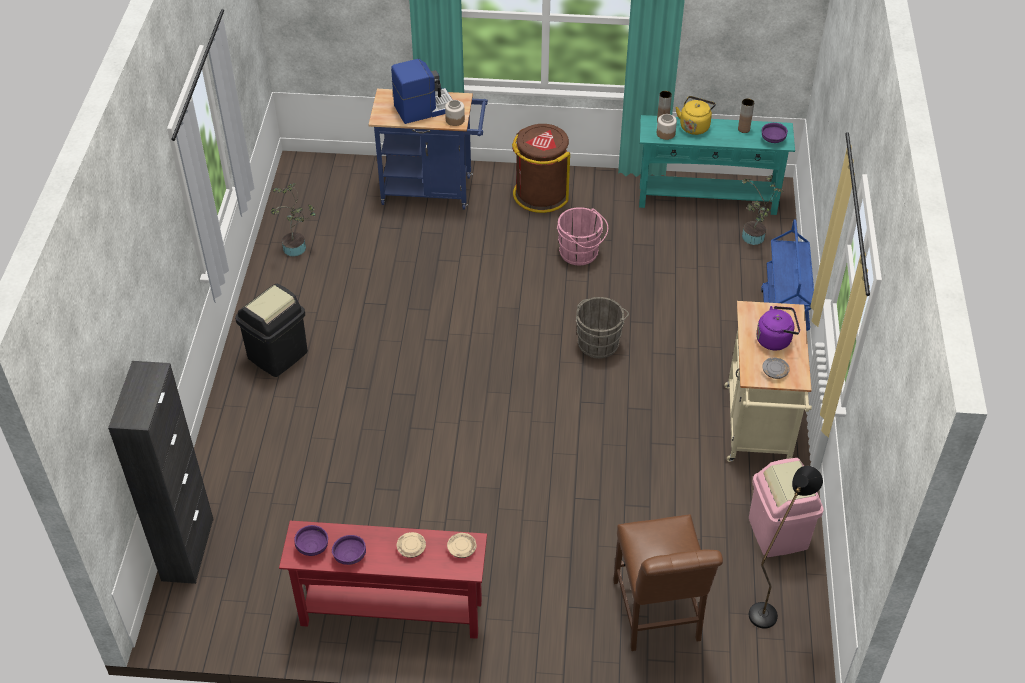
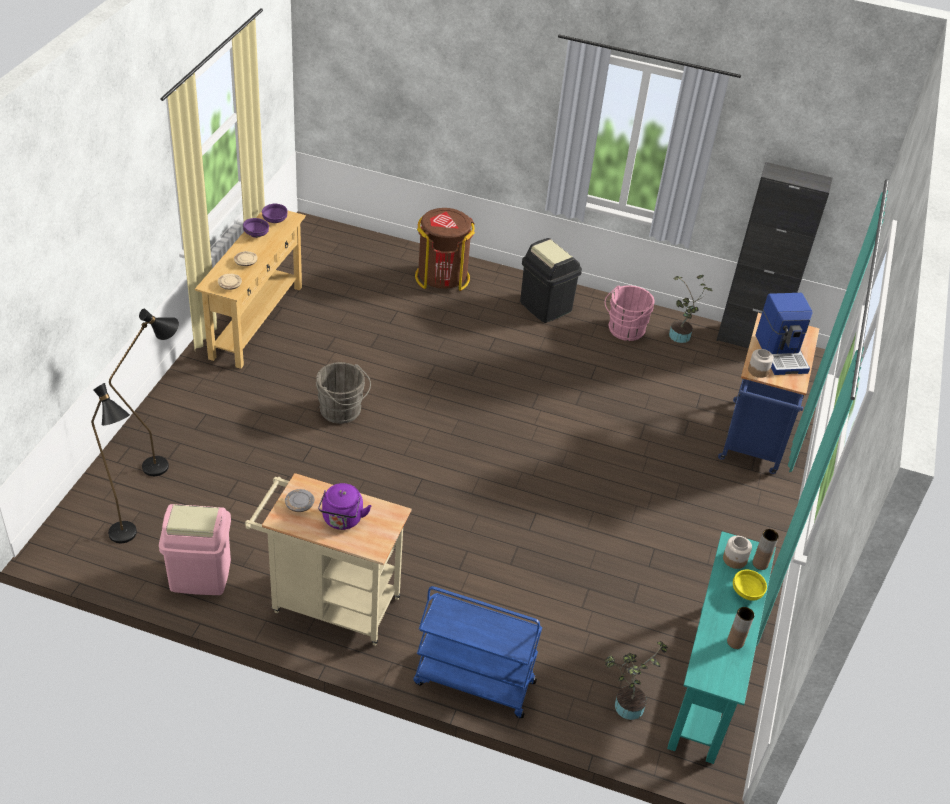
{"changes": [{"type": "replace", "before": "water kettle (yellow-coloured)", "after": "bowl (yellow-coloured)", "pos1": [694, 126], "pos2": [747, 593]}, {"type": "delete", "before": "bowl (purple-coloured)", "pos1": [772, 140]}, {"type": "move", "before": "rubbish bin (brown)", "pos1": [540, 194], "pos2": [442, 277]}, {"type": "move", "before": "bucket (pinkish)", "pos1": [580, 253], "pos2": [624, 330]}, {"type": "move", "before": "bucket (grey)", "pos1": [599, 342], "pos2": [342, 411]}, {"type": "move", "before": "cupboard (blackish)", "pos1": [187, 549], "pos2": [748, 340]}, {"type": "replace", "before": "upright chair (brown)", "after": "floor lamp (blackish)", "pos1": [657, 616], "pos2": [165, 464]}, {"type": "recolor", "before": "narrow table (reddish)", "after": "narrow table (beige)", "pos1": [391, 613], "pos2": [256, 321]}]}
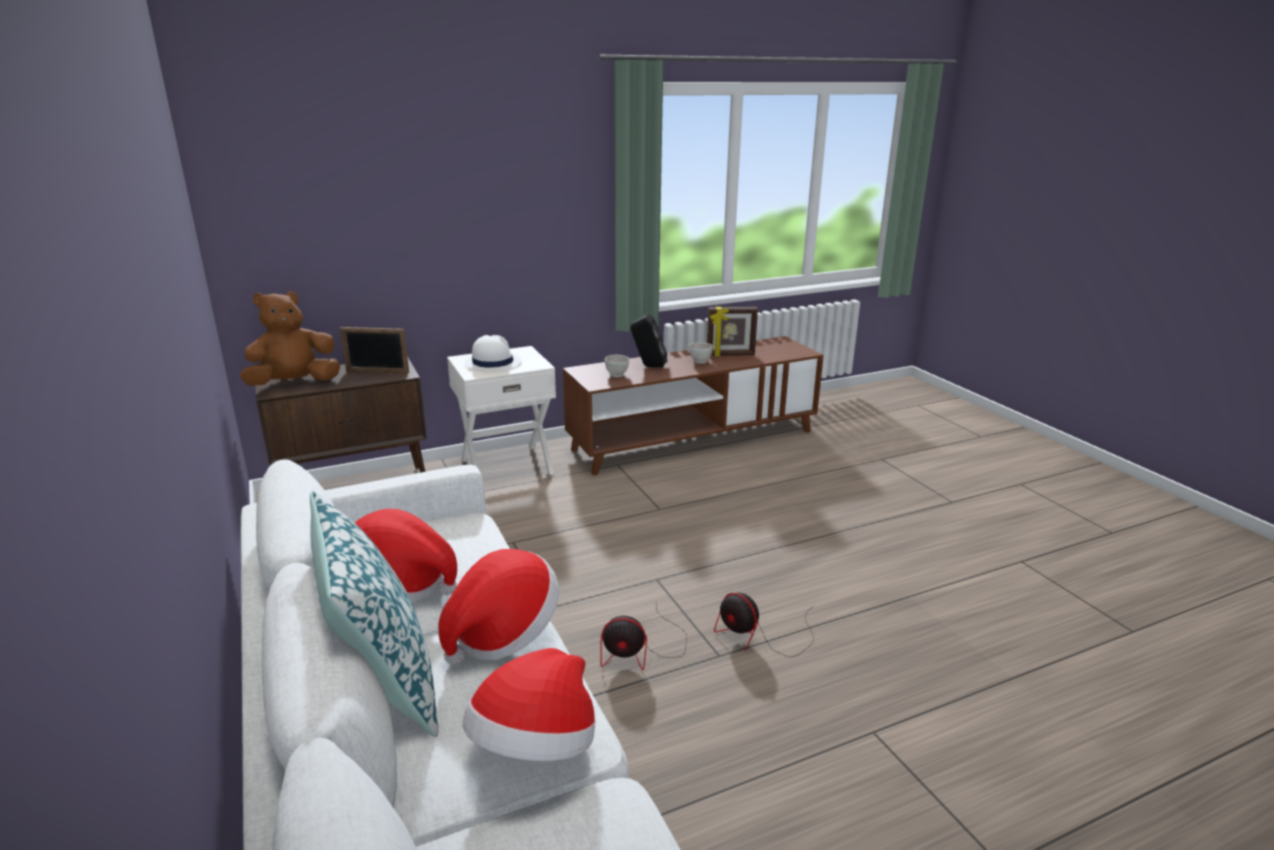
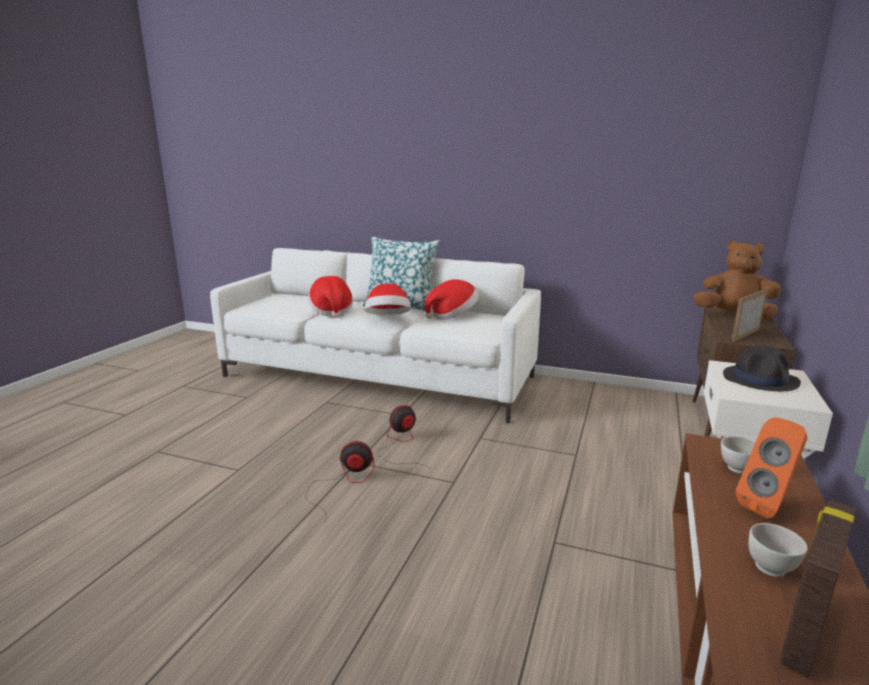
{"changes": [{"type": "rotate", "before": "cuddly toy (brown)", "pos1": [294, 384], "pos2": [733, 315], "turn": -75}, {"type": "recolor", "before": "audio speaker (blackish)", "after": "audio speaker (orange)", "pos1": [648, 366], "pos2": [767, 507]}, {"type": "recolor", "before": "clothing hat (white-coloured)", "after": "clothing hat (blackish)", "pos1": [492, 363], "pos2": [760, 379]}]}
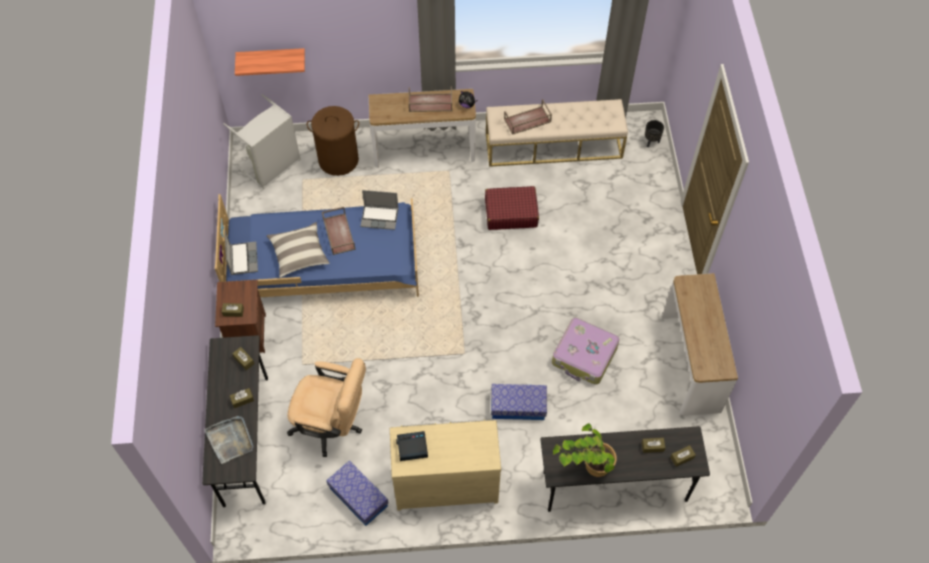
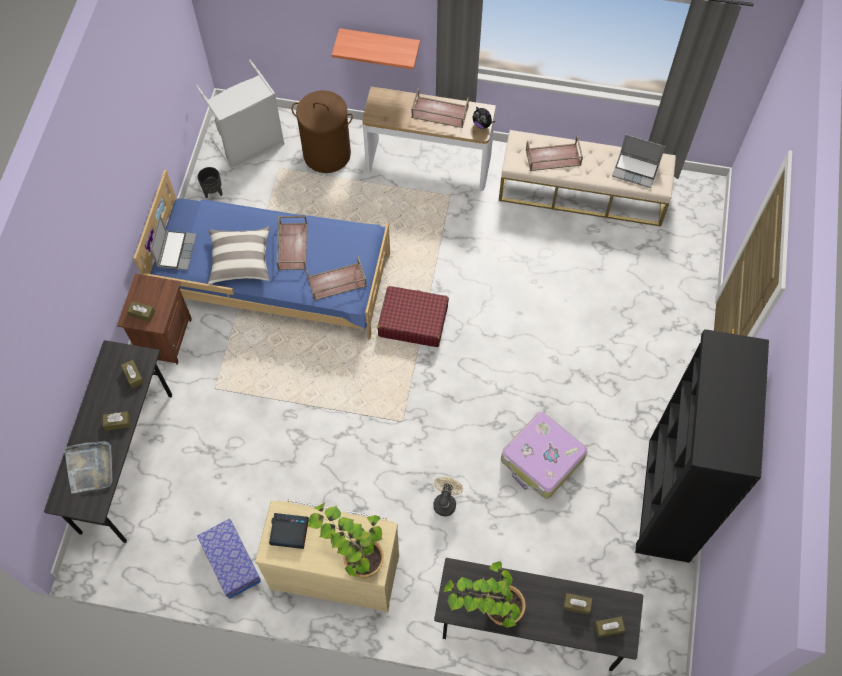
{"changes": [{"type": "move", "before": "wall shelf", "pos1": [271, 58], "pos2": [380, 43]}, {"type": "move", "before": "flower pot (blackish)", "pos1": [651, 142], "pos2": [213, 192]}, {"type": "move", "before": "travel case (reddish)", "pos1": [510, 213], "pos2": [413, 321]}, {"type": "move", "before": "portable computer", "pos1": [380, 217], "pos2": [636, 170]}, {"type": "replace", "before": "narrow table", "after": "bookshelf (blackish)", "pos1": [690, 363], "pos2": [667, 500]}, {"type": "delete", "before": "computer chair (beige)", "pos1": [332, 425]}, {"type": "replace", "before": "storage bin", "after": "electric fan (beige)", "pos1": [518, 406], "pos2": [445, 501]}, {"type": "insert", "after": "carrying tray (brown)", "pos2": [336, 282]}, {"type": "insert", "after": "potted plant", "pos2": [353, 552]}]}
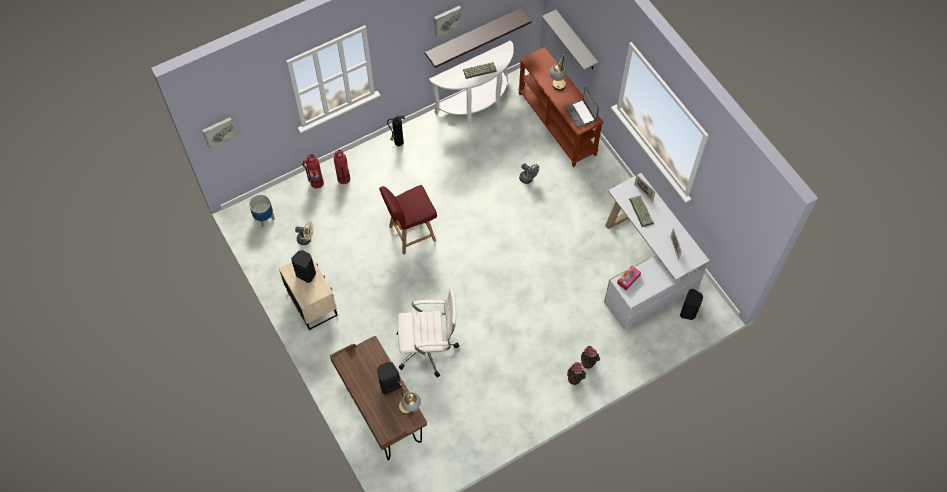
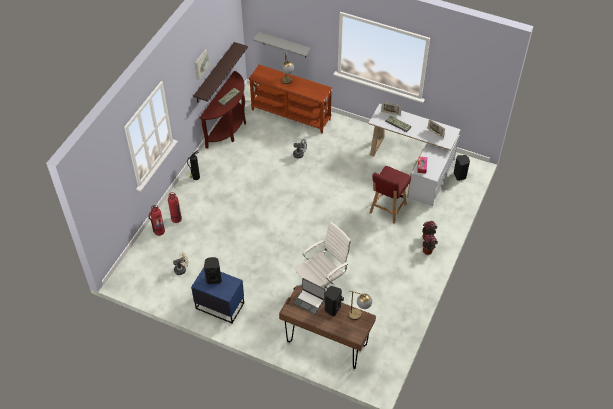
{"changes": [{"type": "recolor", "before": "narrow table (white-coloured)", "after": "narrow table (brown)", "pos1": [476, 104], "pos2": [229, 129]}, {"type": "move", "before": "portable computer", "pos1": [581, 114], "pos2": [309, 301]}, {"type": "delete", "before": "wall picture", "pos1": [219, 132]}, {"type": "move", "before": "upright chair (reddish)", "pos1": [411, 234], "pos2": [387, 209]}, {"type": "delete", "before": "flower pot", "pos1": [264, 218]}, {"type": "recolor", "before": "bedside table (beige)", "after": "bedside table (bluish)", "pos1": [312, 303], "pos2": [220, 305]}]}
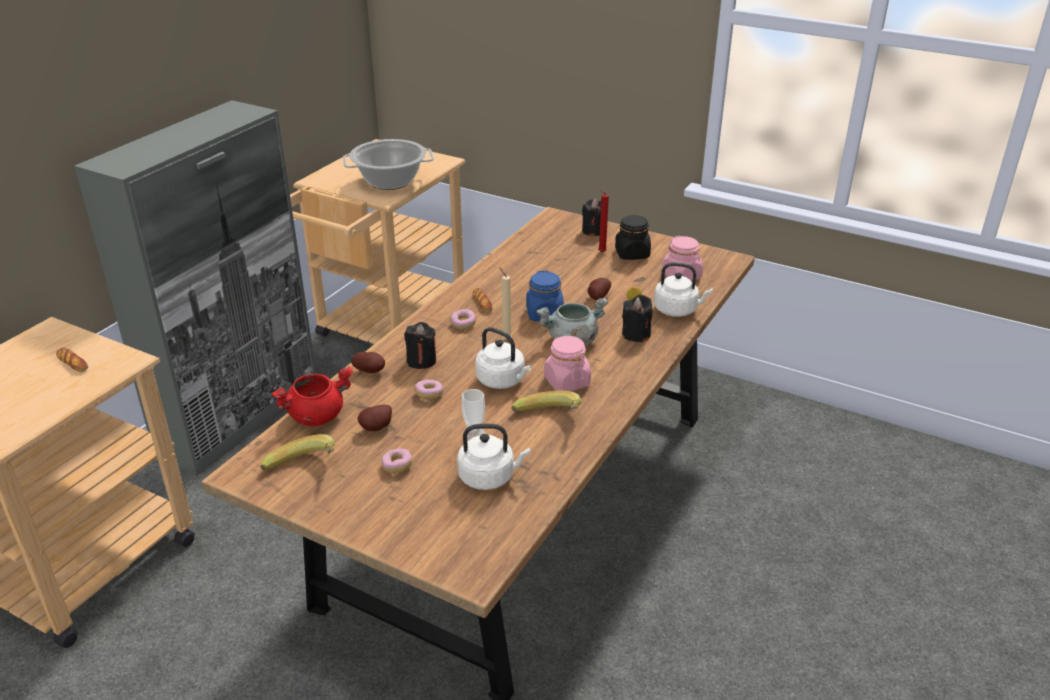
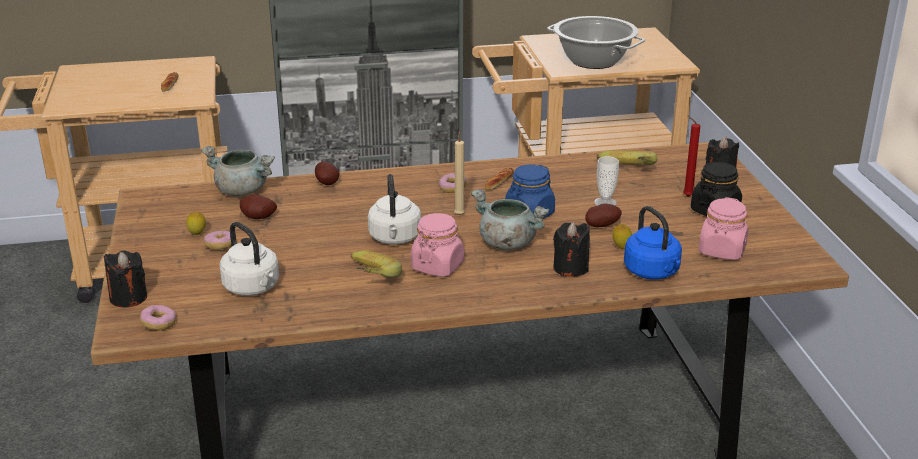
{"changes": [{"type": "recolor", "before": "water kettle (white-coloured)", "after": "water kettle (bluish)", "pos1": [678, 310], "pos2": [653, 272]}, {"type": "move", "before": "wax light (blackish)", "pos1": [421, 361], "pos2": [128, 298]}, {"type": "recolor", "before": "stockpot (reddish)", "after": "stockpot (grey)", "pos1": [316, 416], "pos2": [242, 191]}, {"type": "move", "before": "donut", "pos1": [429, 394], "pos2": [159, 324]}, {"type": "move", "before": "drinking cup", "pos1": [474, 434], "pos2": [605, 202]}, {"type": "move", "before": "whole banana", "pos1": [304, 469], "pos2": [625, 172]}, {"type": "insert", "after": "citrus fruit", "pos2": [197, 234]}]}
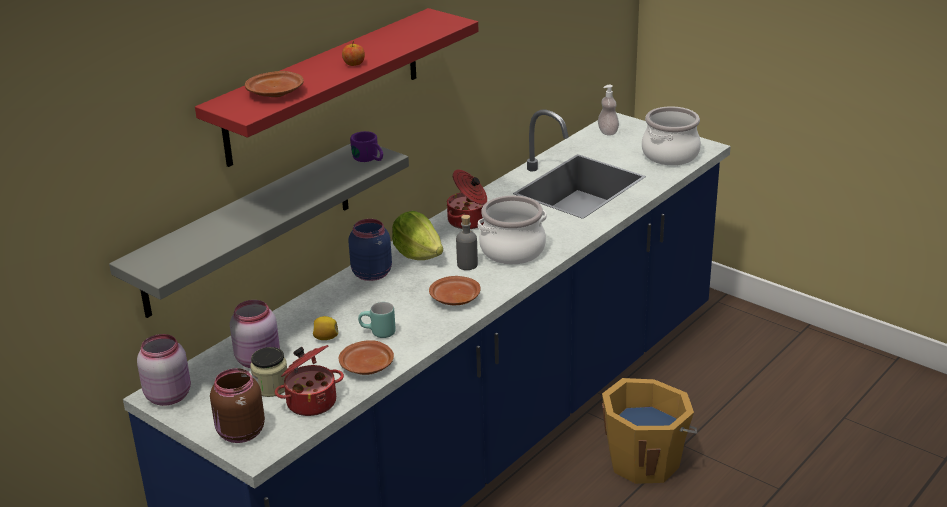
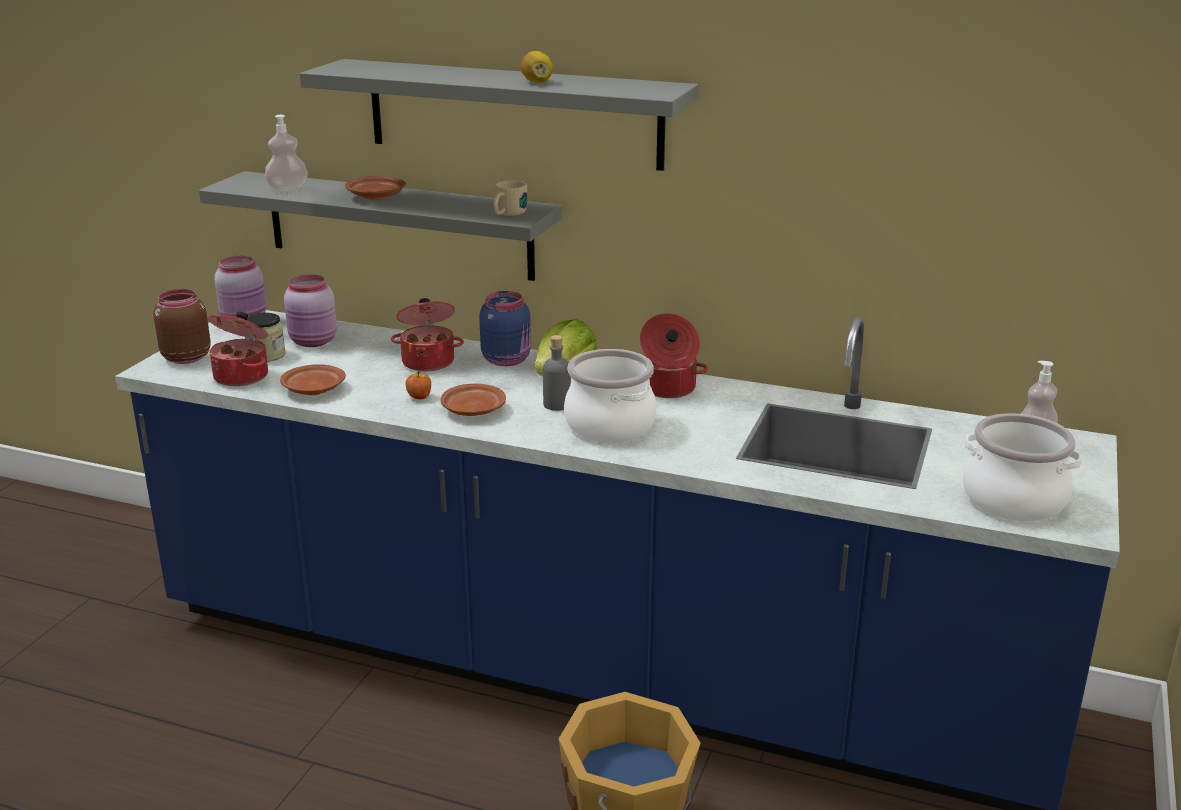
{"changes": [{"type": "recolor", "before": "wall shelf (reddish)", "after": "wall shelf (grey)", "pos1": [324, 86], "pos2": [513, 113]}, {"type": "move", "before": "apple fruit", "pos1": [354, 64], "pos2": [419, 397]}, {"type": "move", "before": "flat dish (brown)", "pos1": [276, 93], "pos2": [376, 197]}, {"type": "recolor", "before": "mug (purple-coloured)", "after": "mug (beige)", "pos1": [369, 159], "pos2": [507, 214]}, {"type": "delete", "before": "mug (turquoise)", "pos1": [378, 333]}, {"type": "move", "before": "citrus fruit", "pos1": [325, 338], "pos2": [537, 82]}, {"type": "insert", "after": "soap dispenser", "pos2": [287, 189]}, {"type": "insert", "after": "stockpot", "pos2": [428, 361]}]}
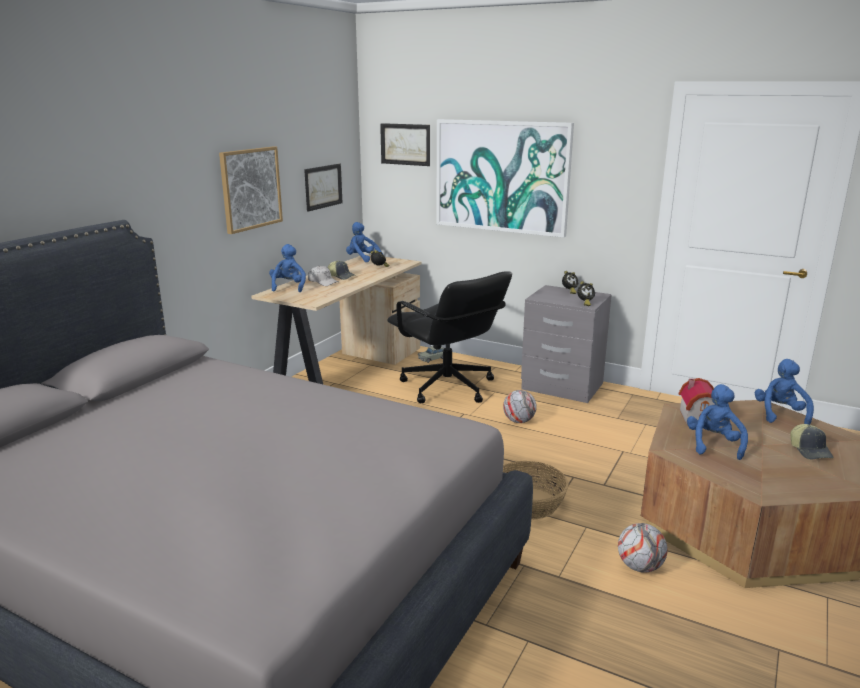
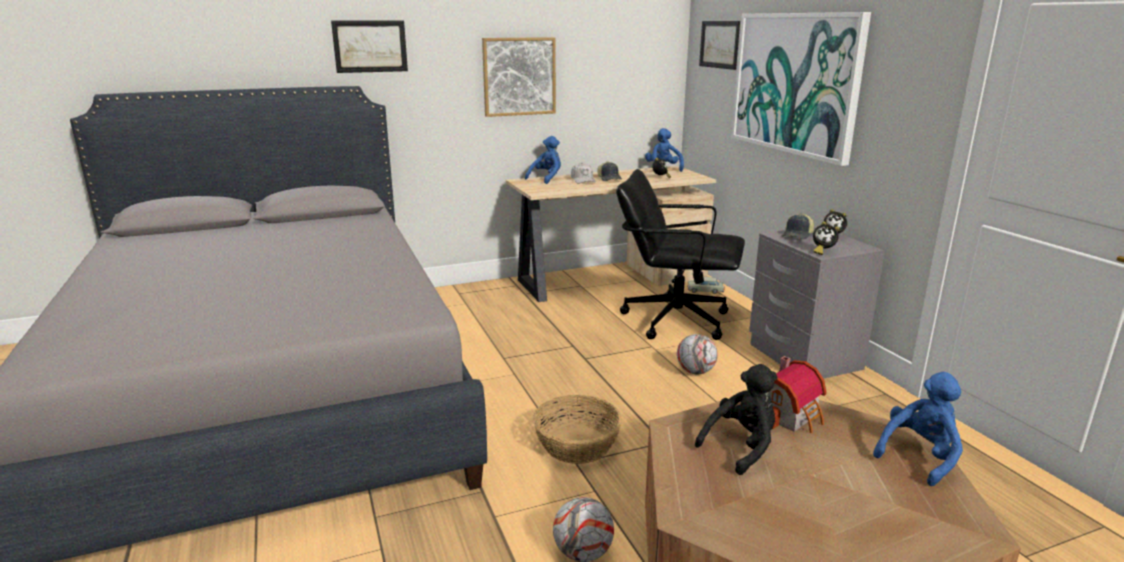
{"changes": [{"type": "move", "before": "wall picture", "pos1": [323, 186], "pos2": [370, 46]}, {"type": "rotate", "before": "computer chair (blackish)", "pos1": [447, 387], "pos2": [674, 319], "turn": 105}, {"type": "recolor", "before": "cuddly toy (bluish)", "after": "cuddly toy (blackish)", "pos1": [714, 444], "pos2": [741, 447]}, {"type": "move", "before": "baseball cap", "pos1": [810, 450], "pos2": [798, 235]}]}
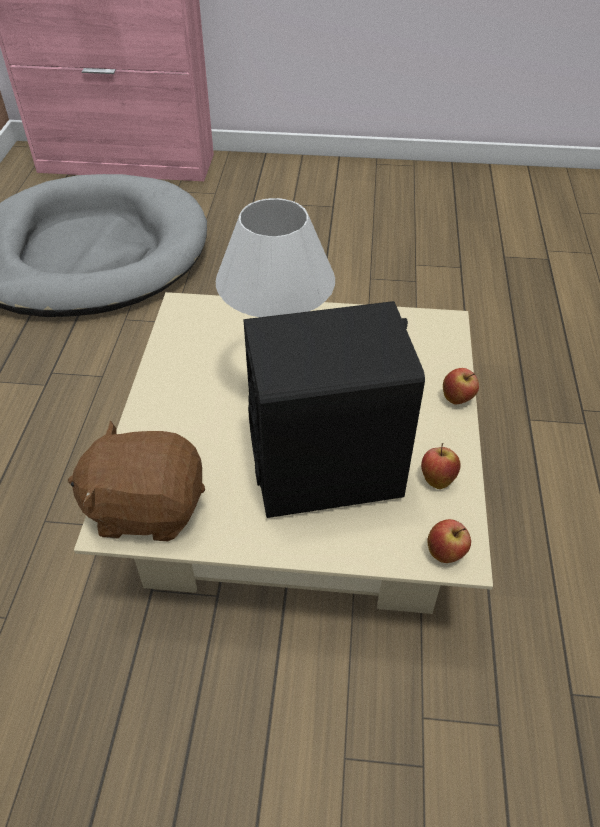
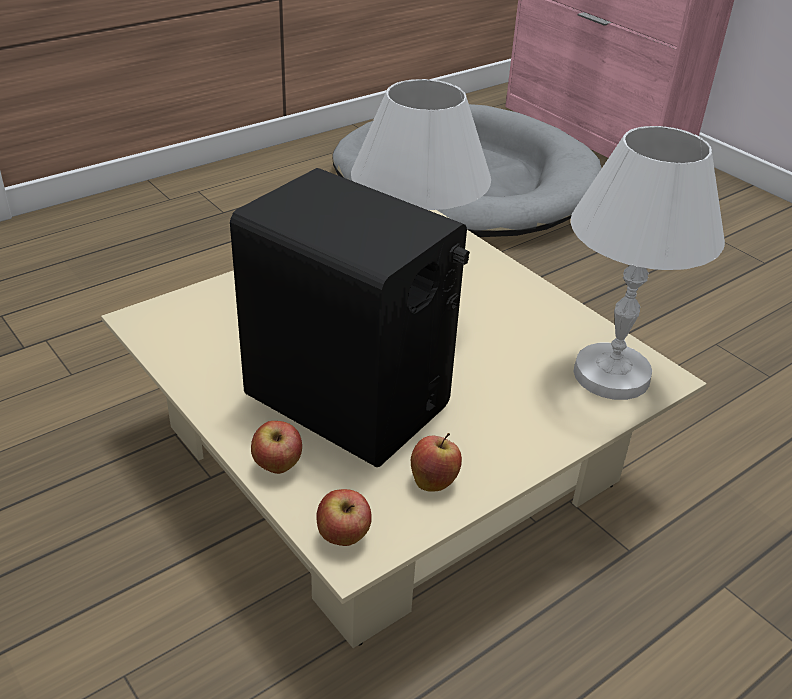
{"changes": [{"type": "move", "before": "apple fruit", "pos1": [457, 399], "pos2": [277, 466]}, {"type": "delete", "before": "cuddly toy (brown)", "pos1": [146, 507]}, {"type": "insert", "after": "lamp for a table (white-coloured)", "pos2": [612, 375]}]}
